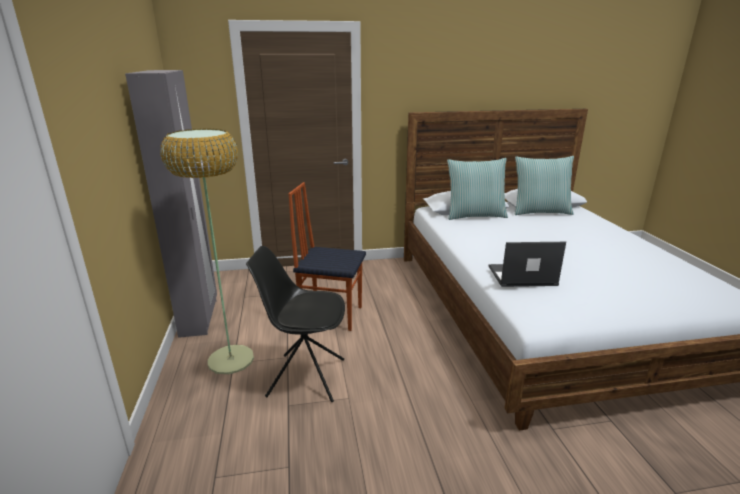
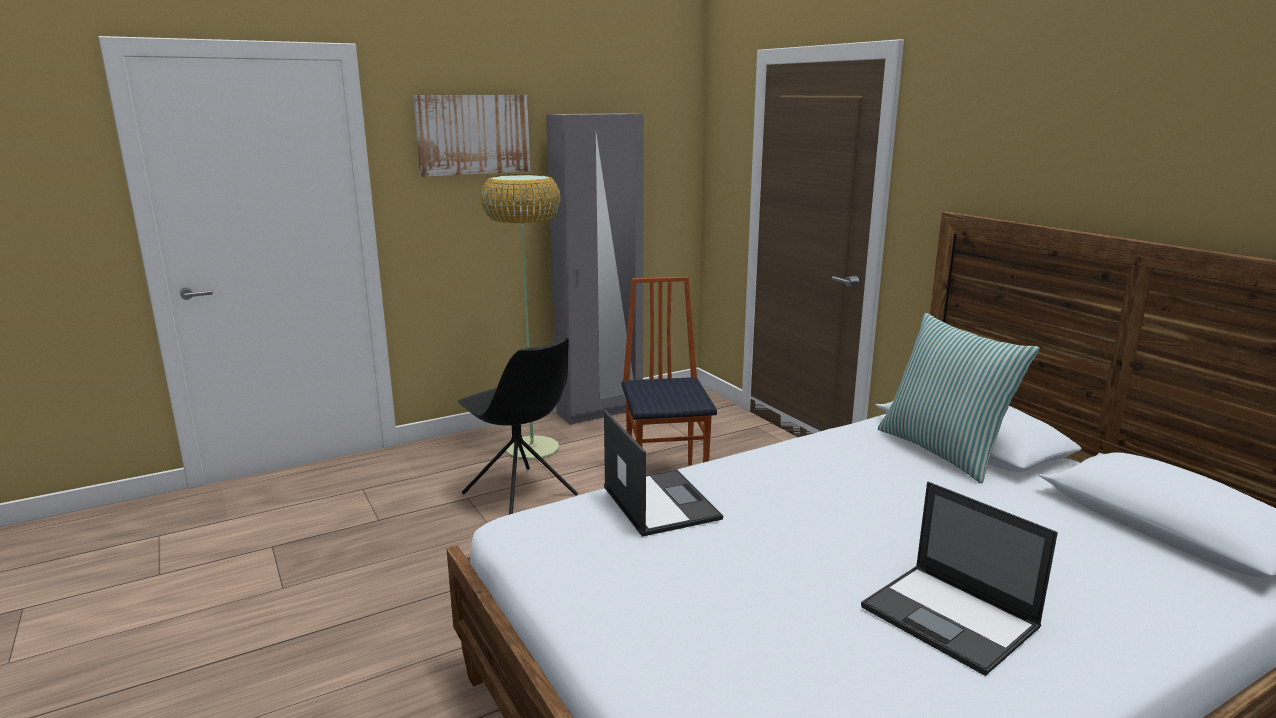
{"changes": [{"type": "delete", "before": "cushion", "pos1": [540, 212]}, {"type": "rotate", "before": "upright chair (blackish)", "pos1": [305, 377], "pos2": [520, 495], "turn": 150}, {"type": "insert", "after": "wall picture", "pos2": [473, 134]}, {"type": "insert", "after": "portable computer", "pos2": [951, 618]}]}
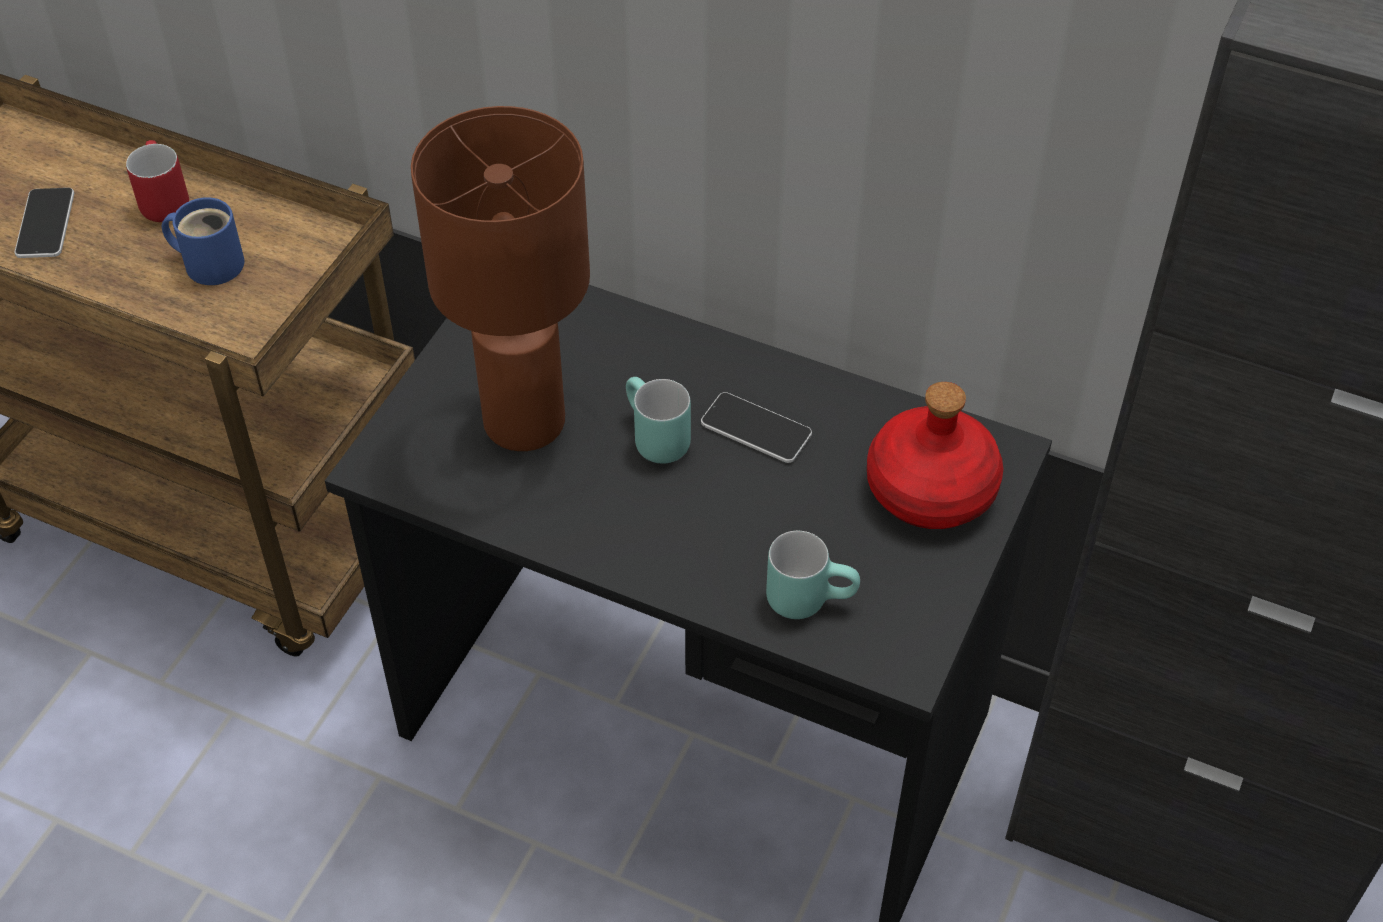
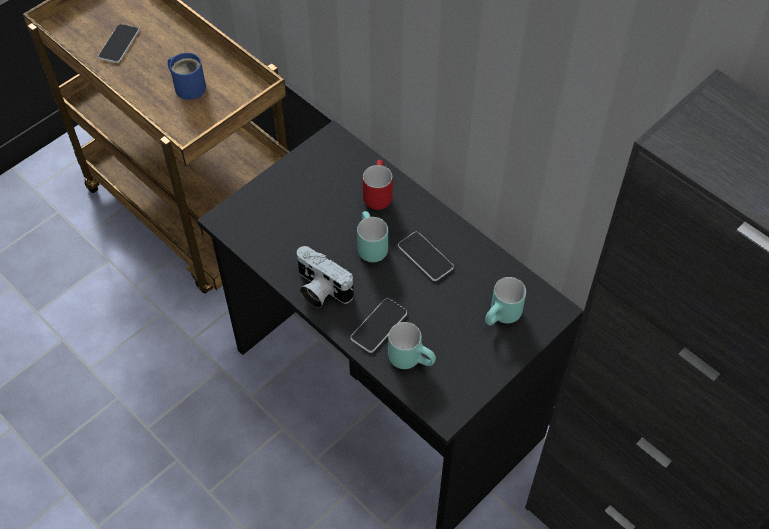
{"changes": [{"type": "delete", "before": "lamp for a table (brown)", "pos1": [524, 424]}, {"type": "move", "before": "mug (reddish)", "pos1": [160, 200], "pos2": [376, 194]}, {"type": "replace", "before": "bottle (reddish)", "after": "mug (turquoise)", "pos1": [929, 488], "pos2": [503, 318]}, {"type": "insert", "after": "still camera", "pos2": [320, 290]}, {"type": "insert", "after": "handset", "pos2": [379, 326]}]}
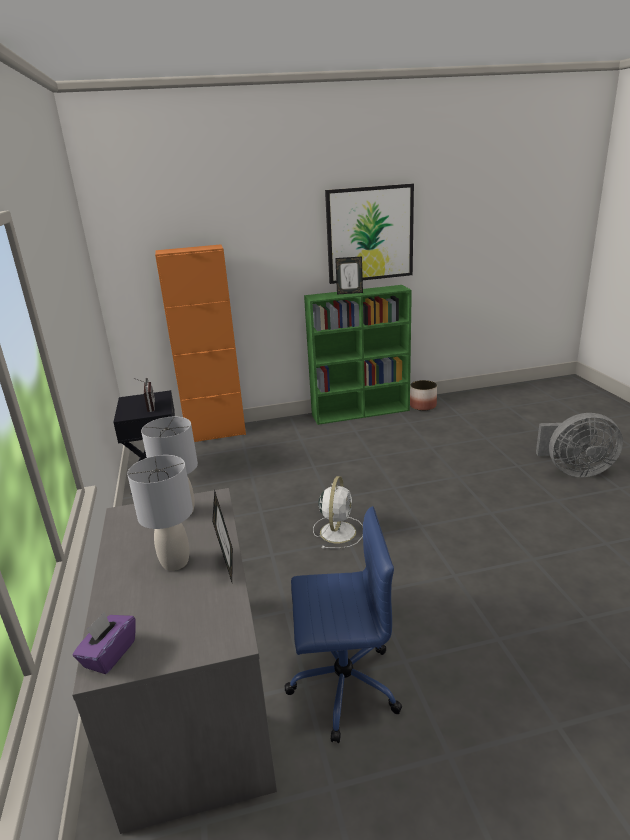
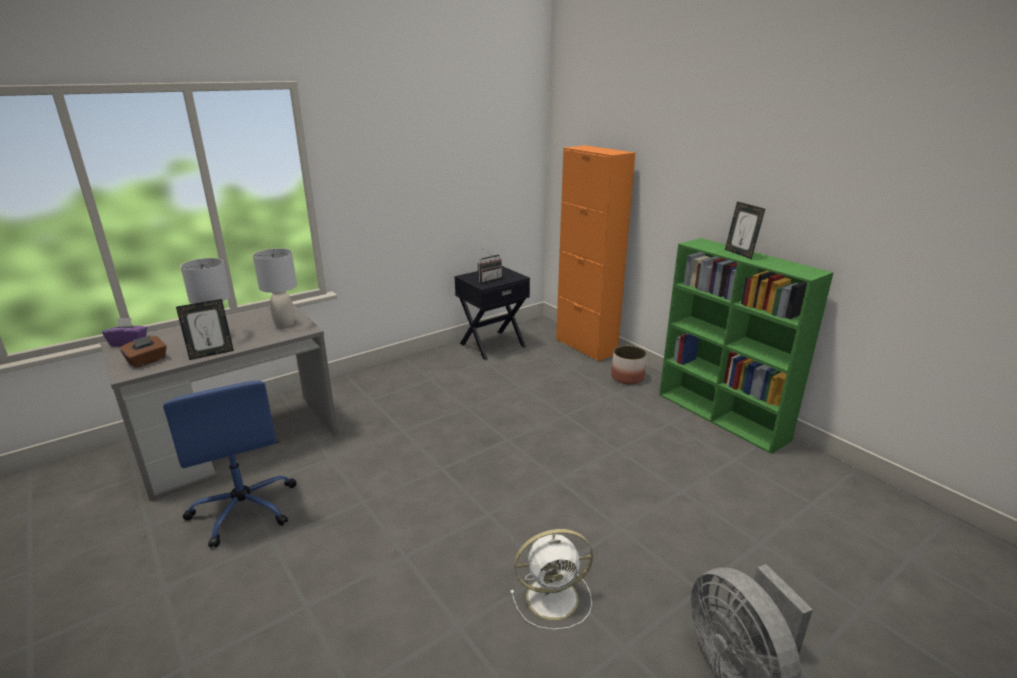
{"changes": [{"type": "delete", "before": "wall picture", "pos1": [370, 234]}, {"type": "move", "before": "flower pot", "pos1": [422, 406], "pos2": [627, 377]}, {"type": "move", "before": "electric fan (white-coloured)", "pos1": [338, 531], "pos2": [554, 597]}, {"type": "insert", "after": "tissue box (brown)", "pos2": [147, 361]}]}
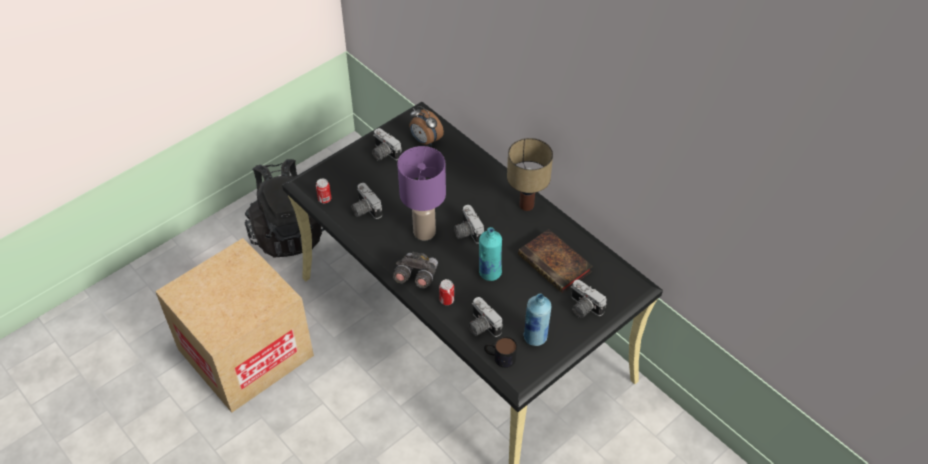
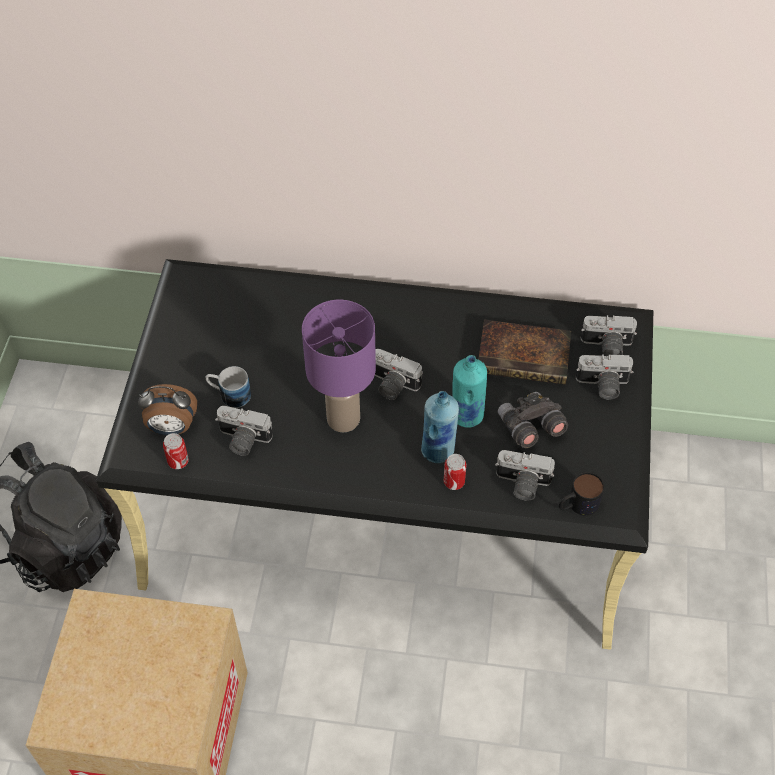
{"changes": [{"type": "move", "before": "bedside clock", "pos1": [425, 141], "pos2": [171, 428]}, {"type": "move", "before": "still camera", "pos1": [383, 153], "pos2": [606, 347]}, {"type": "delete", "before": "lamp for a table", "pos1": [526, 206]}, {"type": "move", "before": "pair of binoculars (grey)", "pos1": [416, 276], "pos2": [530, 428]}, {"type": "move", "before": "bottle (bluish)", "pos1": [535, 337], "pos2": [438, 450]}, {"type": "insert", "after": "mug", "pos2": [229, 394]}]}
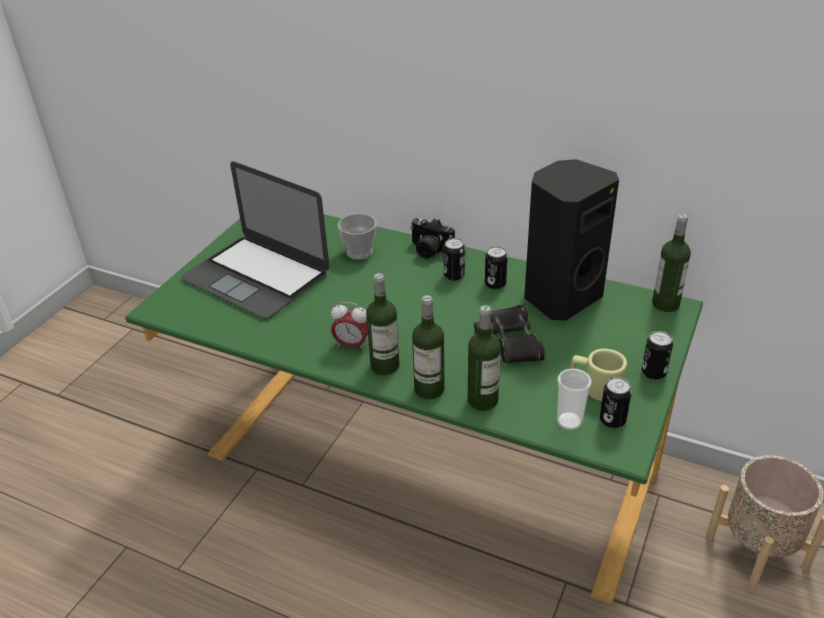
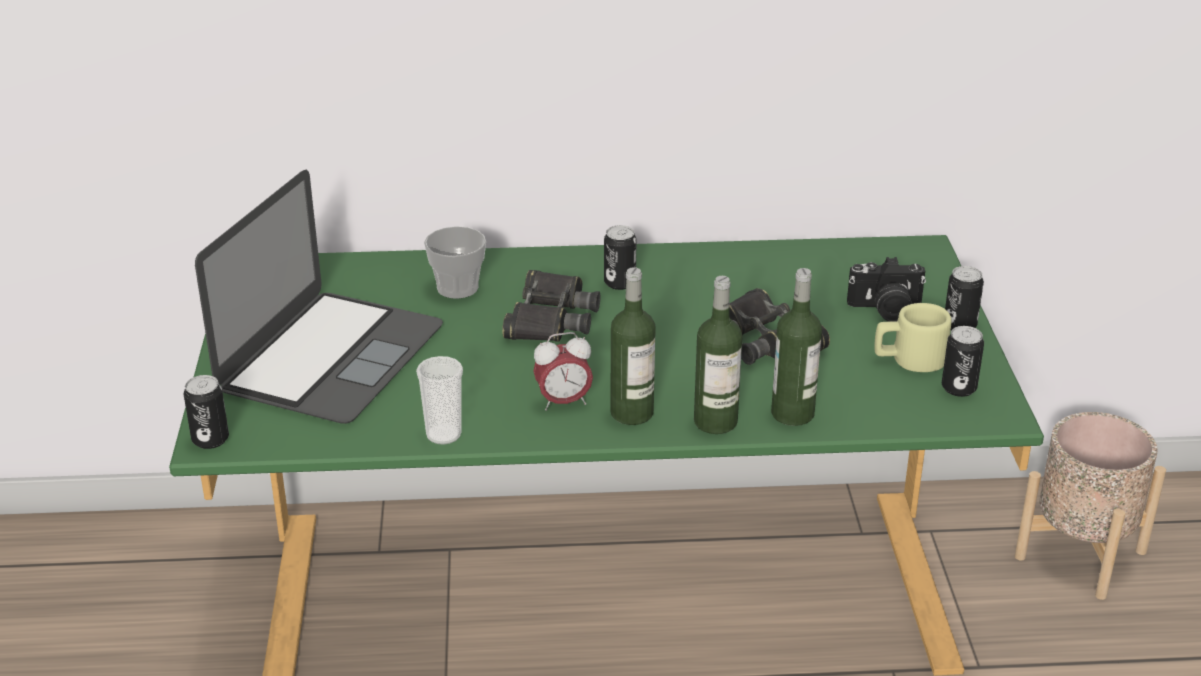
{"changes": [{"type": "delete", "before": "audio speaker (blackish)", "pos1": [560, 297]}, {"type": "rotate", "before": "portable computer", "pos1": [256, 276], "pos2": [331, 357], "turn": -75}, {"type": "delete", "before": "bottle", "pos1": [665, 304]}, {"type": "move", "before": "still camera", "pos1": [429, 250], "pos2": [885, 310]}, {"type": "move", "before": "sealed can", "pos1": [495, 284], "pos2": [210, 439]}, {"type": "move", "before": "drinking cup", "pos1": [569, 421], "pos2": [443, 434]}, {"type": "insert", "after": "pair of binoculars (blackish)", "pos2": [550, 318]}]}
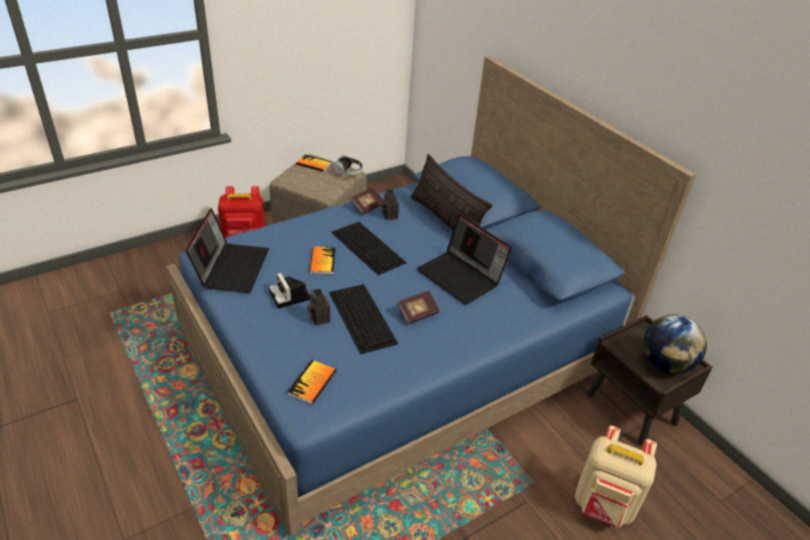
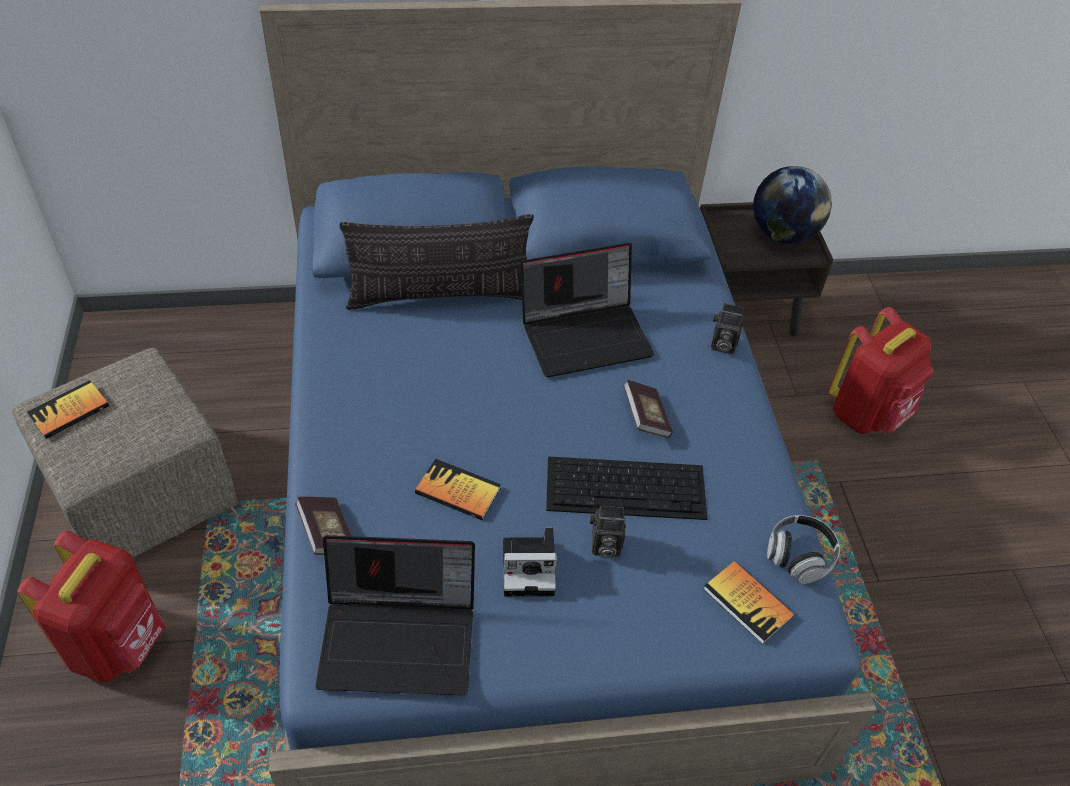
{"changes": [{"type": "move", "before": "headset", "pos1": [348, 172], "pos2": [799, 556]}, {"type": "move", "before": "bound book", "pos1": [367, 206], "pos2": [327, 533]}, {"type": "move", "before": "still camera", "pos1": [389, 215], "pos2": [721, 345]}, {"type": "rotate", "before": "portable computer", "pos1": [231, 267], "pos2": [400, 637], "turn": 150}, {"type": "delete", "before": "computer keyboard", "pos1": [368, 247]}, {"type": "recolor", "before": "backpack (beige)", "after": "backpack (reddish)", "pos1": [603, 506], "pos2": [866, 413]}]}
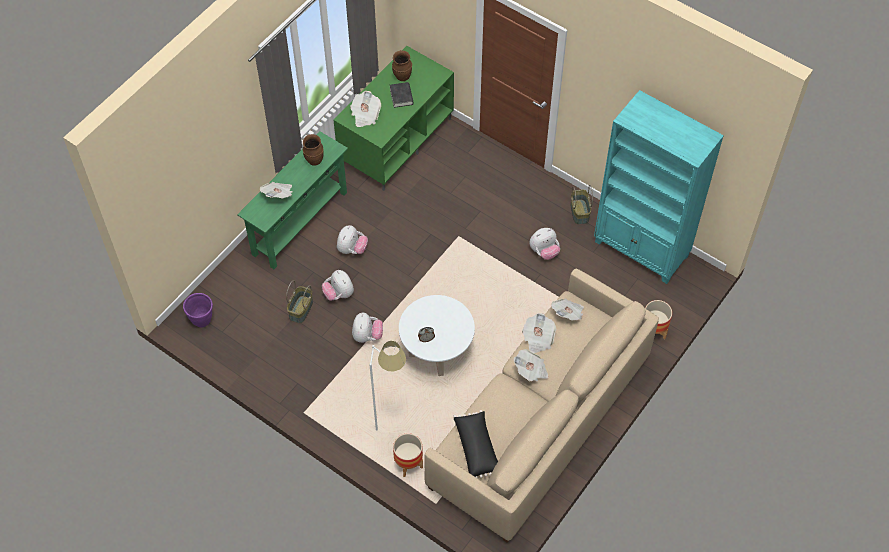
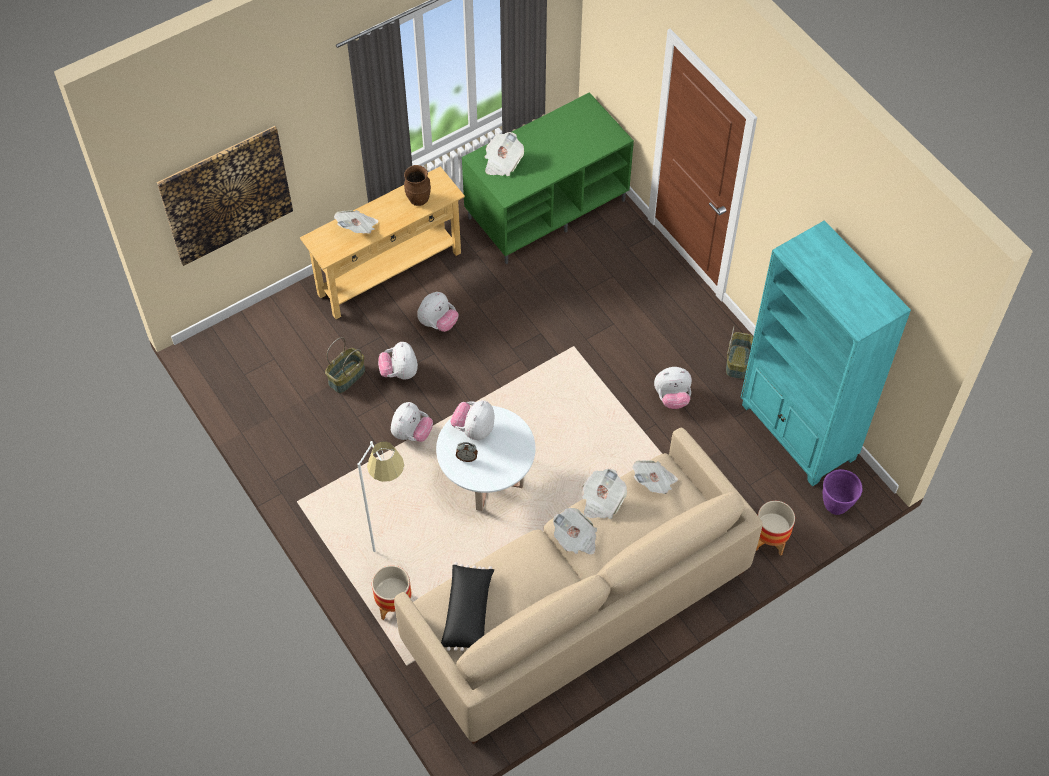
{"changes": [{"type": "delete", "before": "flower vase (brown)", "pos1": [402, 76]}, {"type": "delete", "before": "bound book (blackish)", "pos1": [401, 96]}, {"type": "recolor", "before": "narrow table (green-coloured)", "after": "narrow table (beige)", "pos1": [299, 223], "pos2": [389, 273]}, {"type": "move", "before": "flower pot (purple-coloured)", "pos1": [202, 320], "pos2": [836, 505]}, {"type": "insert", "after": "wall picture", "pos2": [226, 195]}, {"type": "insert", "after": "cuddly toy", "pos2": [474, 429]}]}
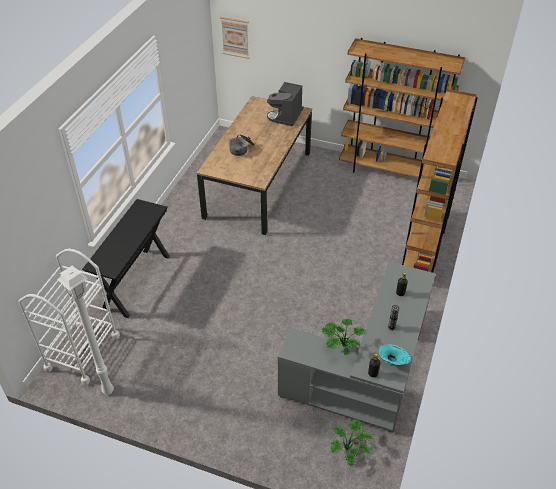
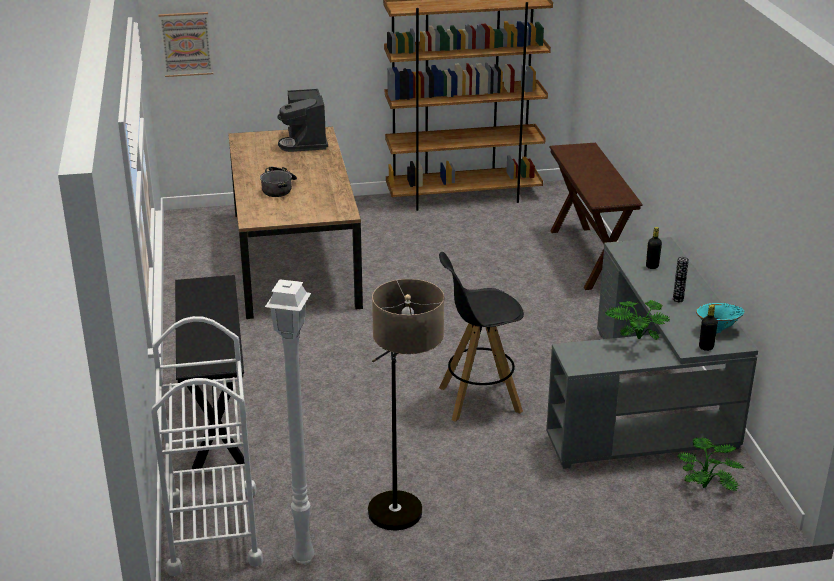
{"changes": [{"type": "replace", "before": "bookshelf (brown)", "after": "narrow table (brown)", "pos1": [424, 246], "pos2": [587, 257]}, {"type": "insert", "after": "stool seat (blackish)", "pos2": [478, 399]}, {"type": "insert", "after": "floor lamp", "pos2": [402, 526]}]}
